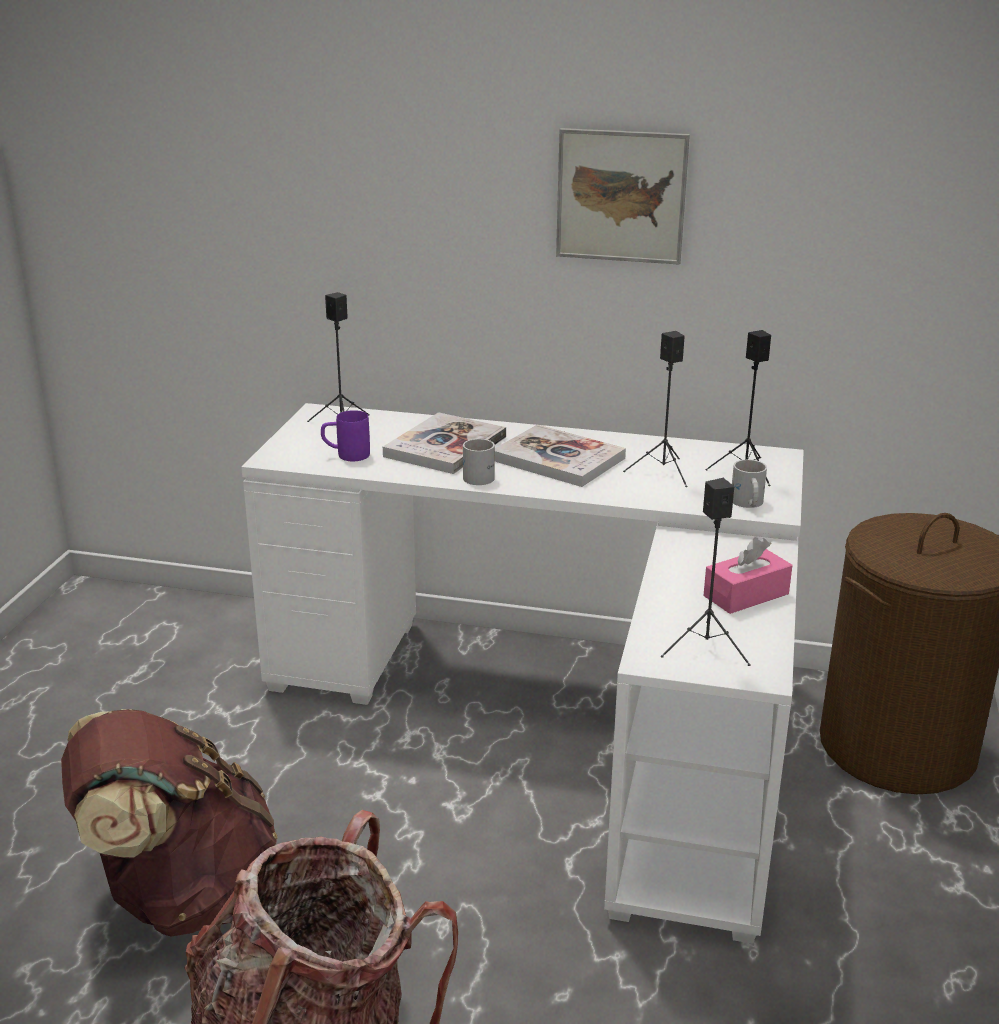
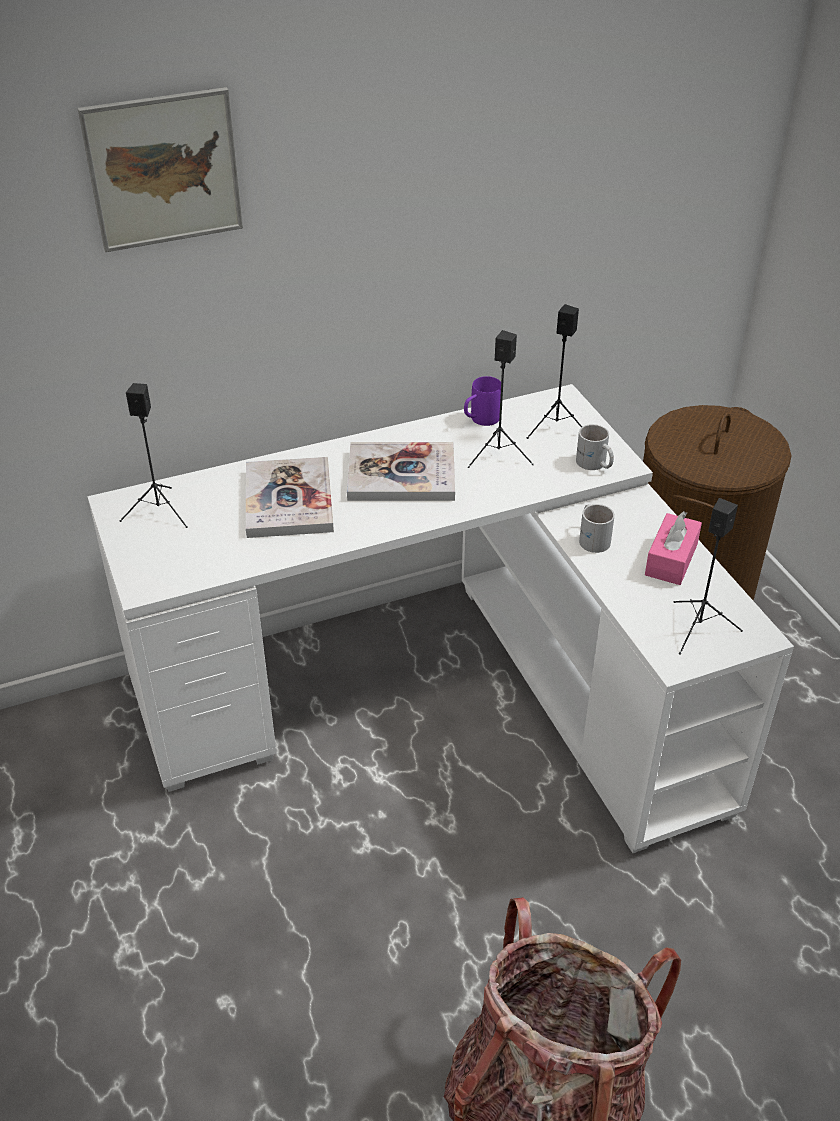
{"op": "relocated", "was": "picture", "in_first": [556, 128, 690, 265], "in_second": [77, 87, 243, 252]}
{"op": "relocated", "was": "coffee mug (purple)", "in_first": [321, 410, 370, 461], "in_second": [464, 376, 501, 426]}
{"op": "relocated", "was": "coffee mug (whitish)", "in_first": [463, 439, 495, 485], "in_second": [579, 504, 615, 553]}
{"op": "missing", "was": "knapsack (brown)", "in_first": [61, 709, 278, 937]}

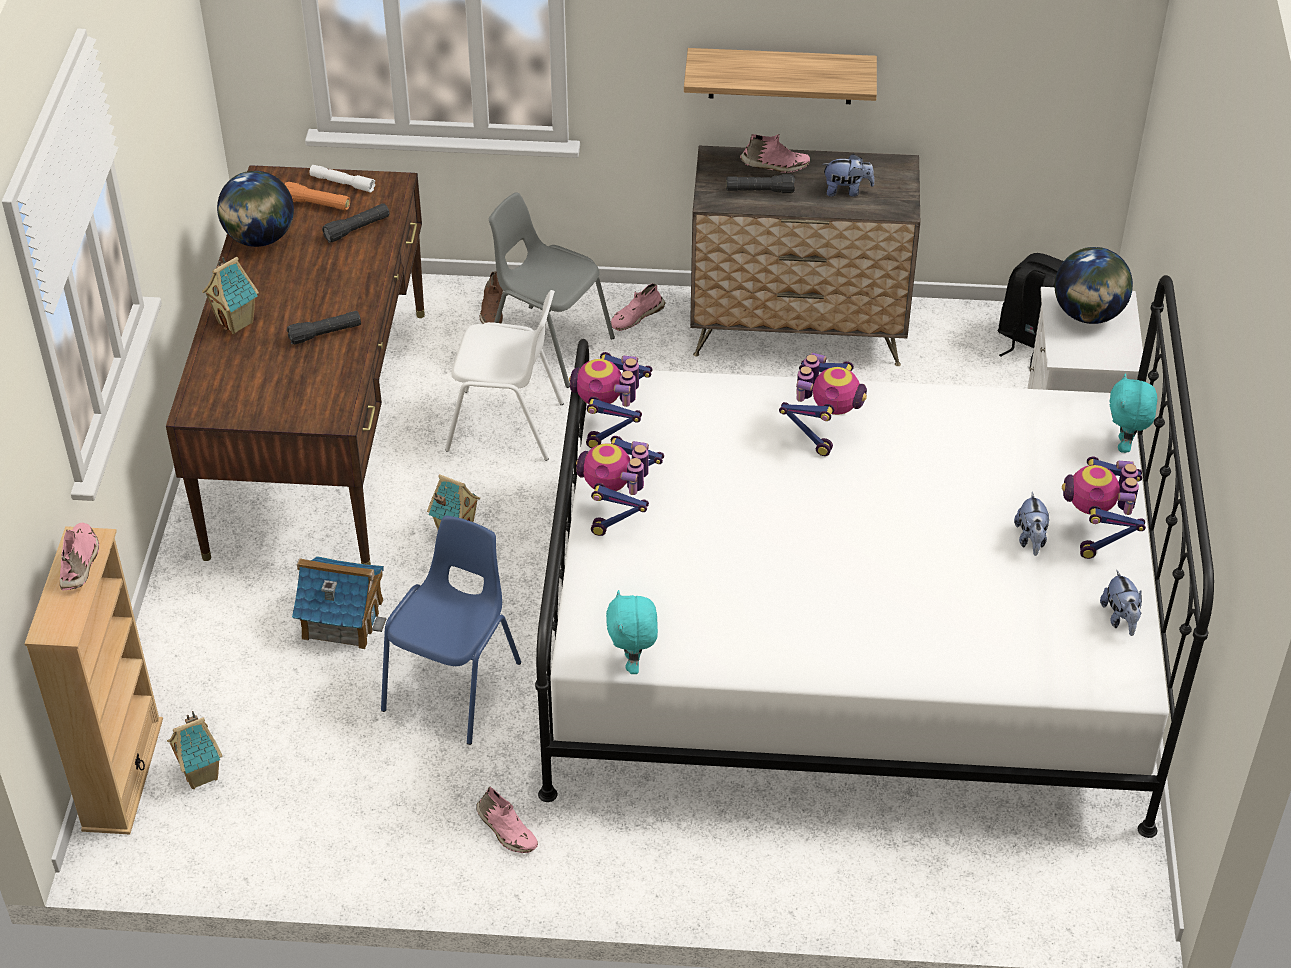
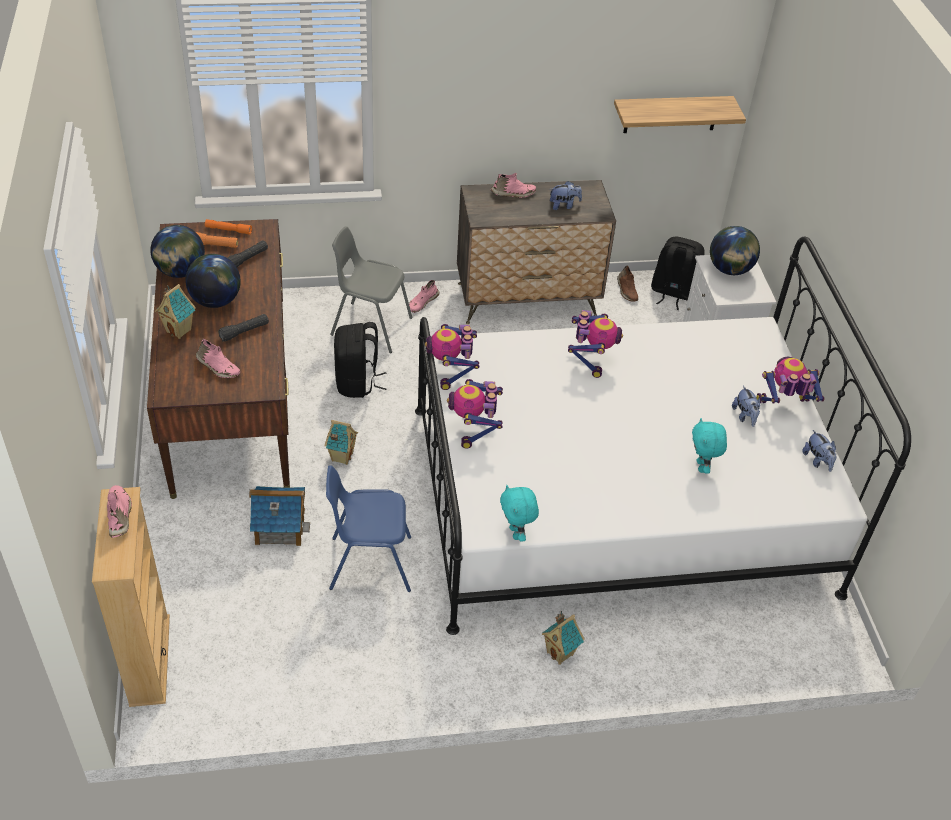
{"op": "appeared", "now": "world globe", "in_second": [185, 254, 241, 308]}
{"op": "relocated", "was": "low shoe (pink)", "in_first": [477, 787, 538, 853], "in_second": [196, 338, 240, 378]}
{"op": "colour", "was": "flashlight (whitish)", "now": "flashlight (orange)", "in_first": [310, 165, 375, 193], "in_second": [205, 219, 252, 235]}
{"op": "spun", "was": "chair (bluish)", "in_first": [381, 516, 521, 745], "in_second": [326, 465, 411, 592], "clockwise": -105}
{"op": "exchanged", "was": "chair (whitish)", "now": "knapsack (black)", "in_first": [445, 290, 564, 461], "in_second": [334, 322, 387, 398]}
{"op": "relocated", "was": "miniature house", "in_first": [167, 711, 222, 789], "in_second": [542, 611, 585, 665]}
{"op": "relocated", "was": "bracket shelf", "in_first": [684, 48, 877, 104], "in_second": [614, 96, 746, 133]}
{"op": "relocated", "was": "low shoe (brown)", "in_first": [480, 271, 504, 324], "in_second": [617, 265, 638, 302]}
{"op": "relocated", "was": "plush toy (blue-green)", "in_first": [1110, 373, 1157, 453], "in_second": [692, 418, 727, 474]}
{"op": "spun", "was": "toy robot", "in_first": [1062, 457, 1146, 559], "in_second": [756, 357, 825, 403], "clockwise": 90}
{"op": "missing", "was": "flashlight (black)", "in_first": [726, 174, 795, 193]}

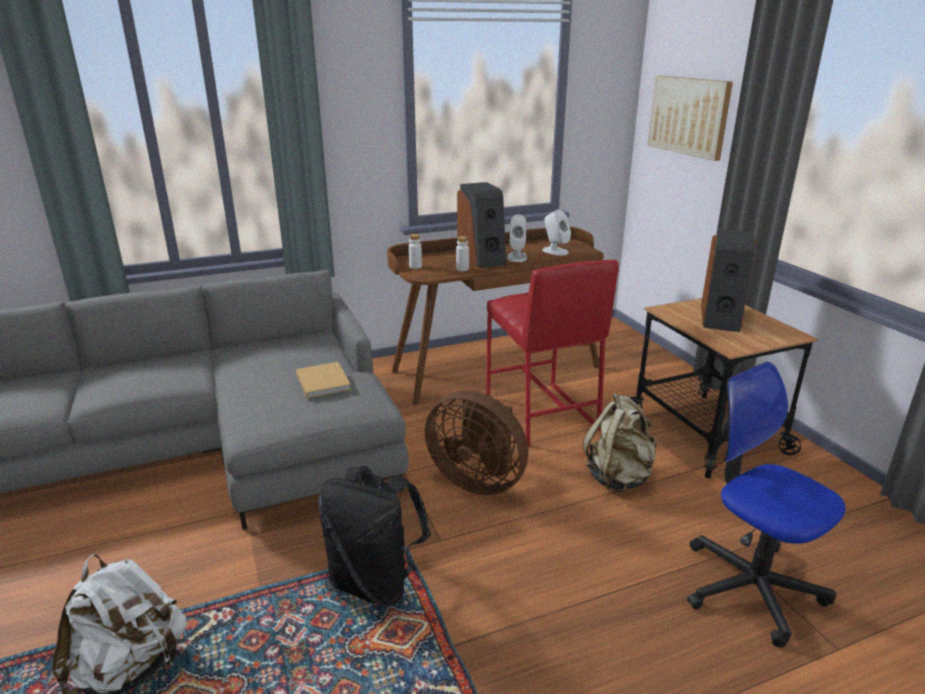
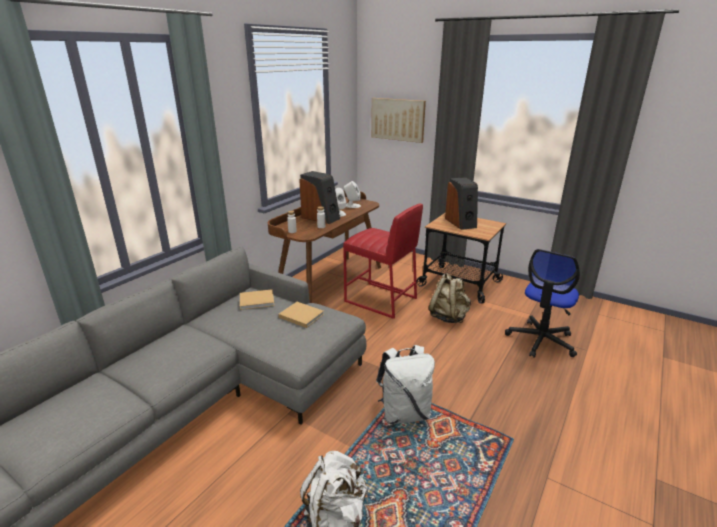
{"op": "appeared", "now": "volume (beige)", "in_second": [240, 289, 274, 310]}
{"op": "colour", "was": "knapsack (black)", "now": "knapsack (whitish)", "in_first": [318, 466, 431, 606], "in_second": [376, 345, 435, 424]}
{"op": "spun", "was": "office chair", "in_first": [687, 362, 846, 647], "in_second": [505, 249, 580, 358], "clockwise": -75}
{"op": "missing", "was": "fan (brown)", "in_first": [425, 391, 528, 495]}

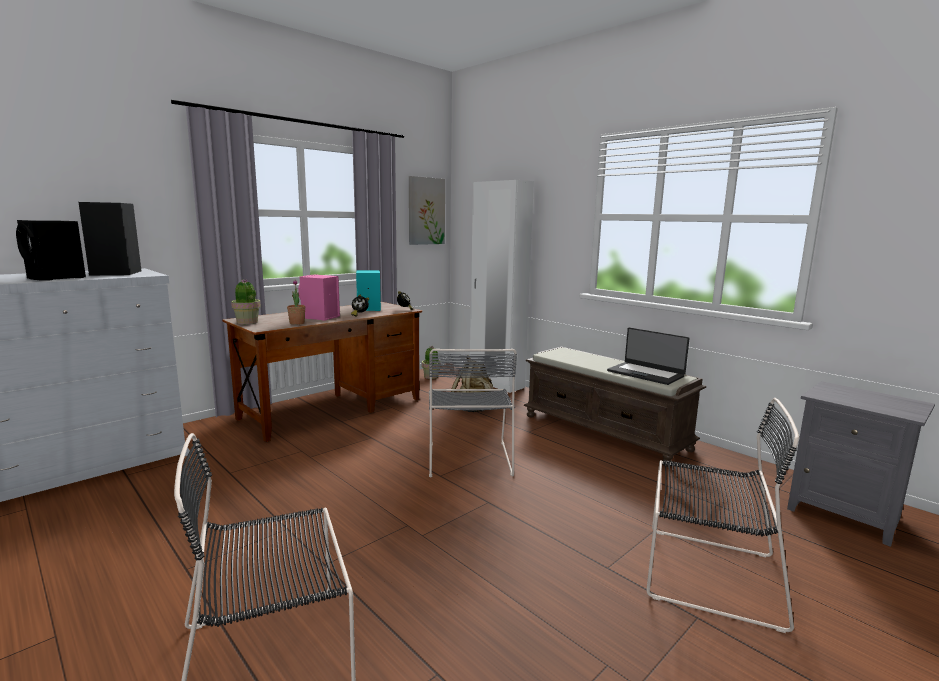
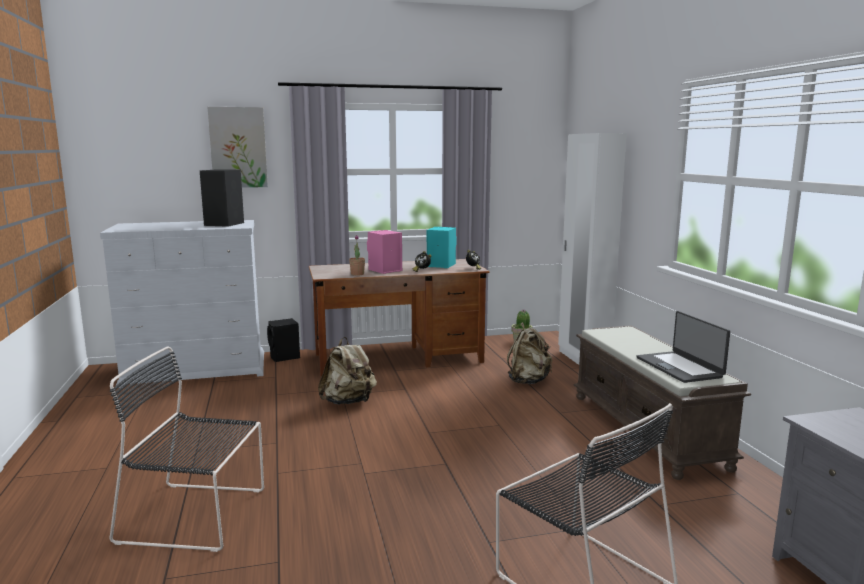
{"op": "relocated", "was": "picture", "in_first": [409, 176, 445, 245], "in_second": [208, 107, 268, 188]}
{"op": "relocated", "was": "speaker (black)", "in_first": [16, 220, 86, 281], "in_second": [267, 318, 300, 362]}
{"op": "appeared", "now": "knapsack (beige)", "in_second": [318, 337, 377, 405]}
{"op": "missing", "was": "houseplant", "in_first": [231, 279, 261, 324]}
{"op": "missing", "was": "chair (gray)", "in_first": [429, 349, 517, 478]}

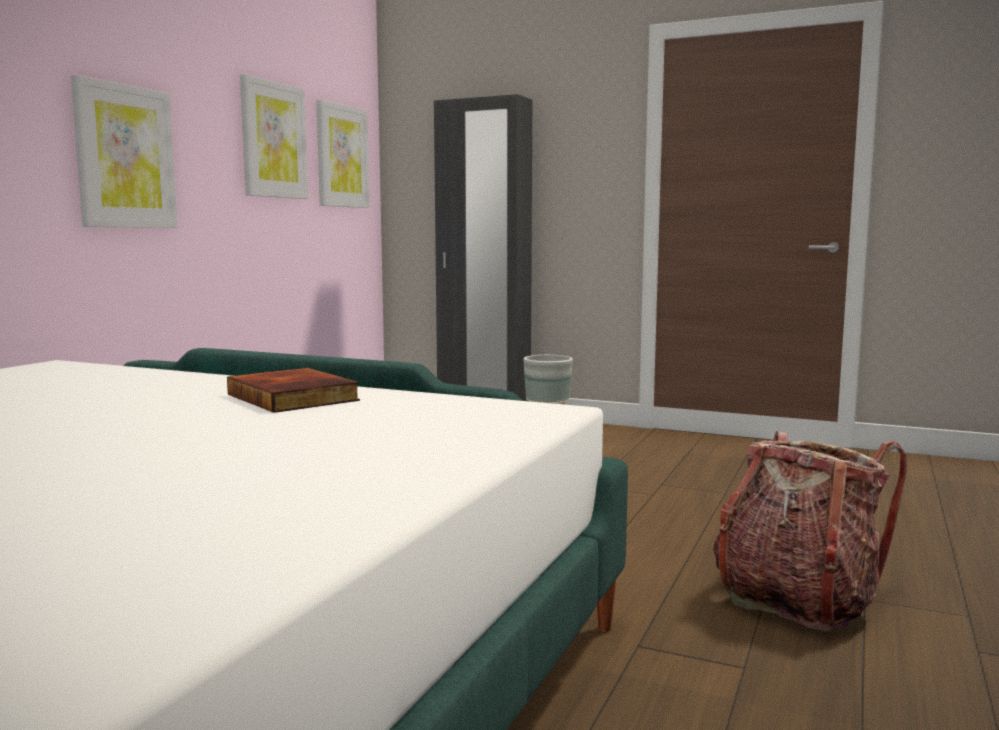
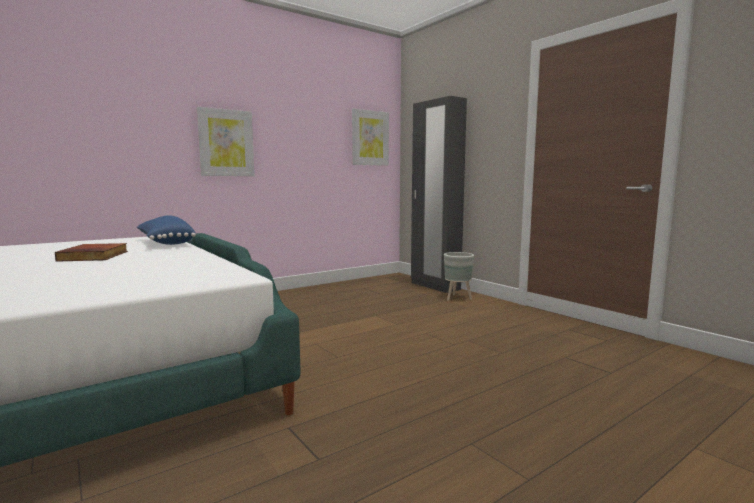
{"op": "relocated", "was": "volume", "in_first": [227, 368, 360, 413], "in_second": [55, 243, 128, 262]}
{"op": "appeared", "now": "pillow (bluish)", "in_second": [137, 215, 196, 245]}
{"op": "missing", "was": "picture", "in_first": [240, 74, 308, 199]}
{"op": "missing", "was": "knapsack", "in_first": [713, 431, 907, 631]}

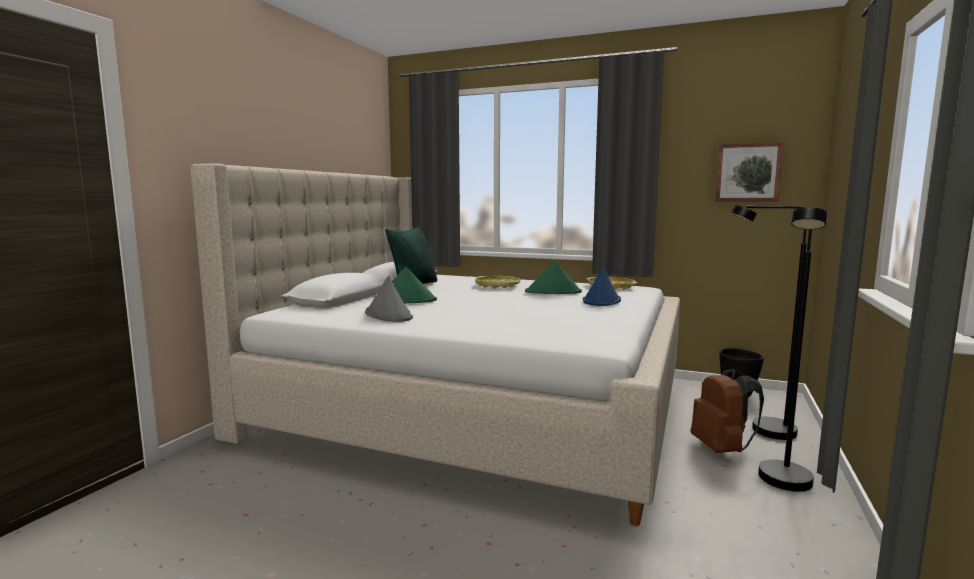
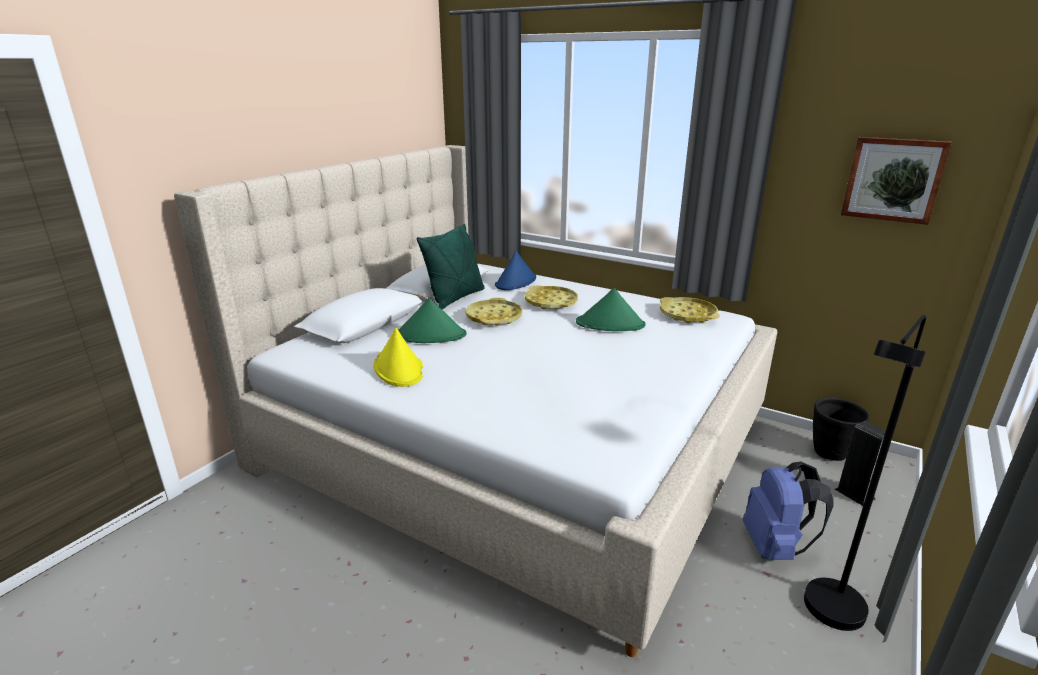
{"op": "colour", "was": "wearable hat (gray)", "now": "wearable hat (yellow-coloured)", "in_first": [365, 276, 413, 322], "in_second": [374, 328, 423, 387]}
{"op": "appeared", "now": "carrying tray (yellow-coloured)", "in_second": [465, 298, 522, 326]}
{"op": "relocated", "was": "wearable hat (bluish)", "in_first": [583, 266, 621, 306], "in_second": [495, 251, 536, 290]}
{"op": "colour", "was": "knapsack (brown)", "now": "knapsack (bluish)", "in_first": [691, 369, 764, 453], "in_second": [743, 461, 834, 560]}
{"op": "appeared", "now": "speaker", "in_second": [835, 421, 886, 506]}
{"op": "missing", "was": "standing lamp (black)", "in_first": [731, 205, 807, 440]}

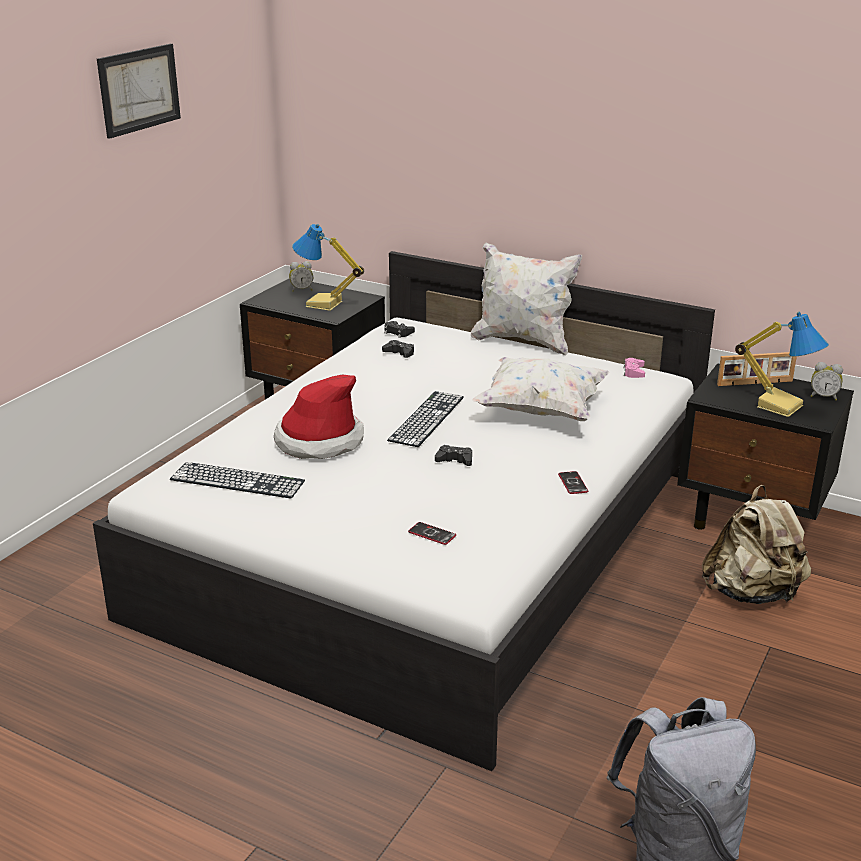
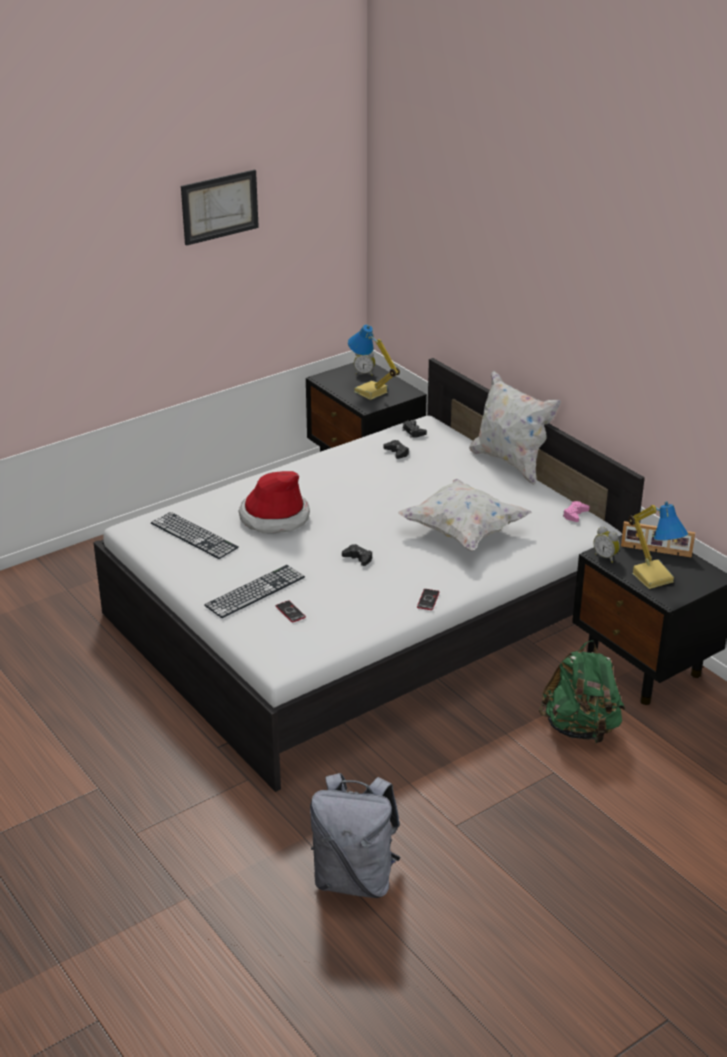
{"op": "relocated", "was": "keyboard", "in_first": [387, 391, 464, 447], "in_second": [204, 565, 305, 618]}
{"op": "colour", "was": "knapsack (beige)", "now": "knapsack (green)", "in_first": [702, 485, 811, 604], "in_second": [539, 640, 625, 743]}
{"op": "relocated", "was": "alarm clock", "in_first": [811, 362, 843, 401], "in_second": [593, 526, 620, 563]}

